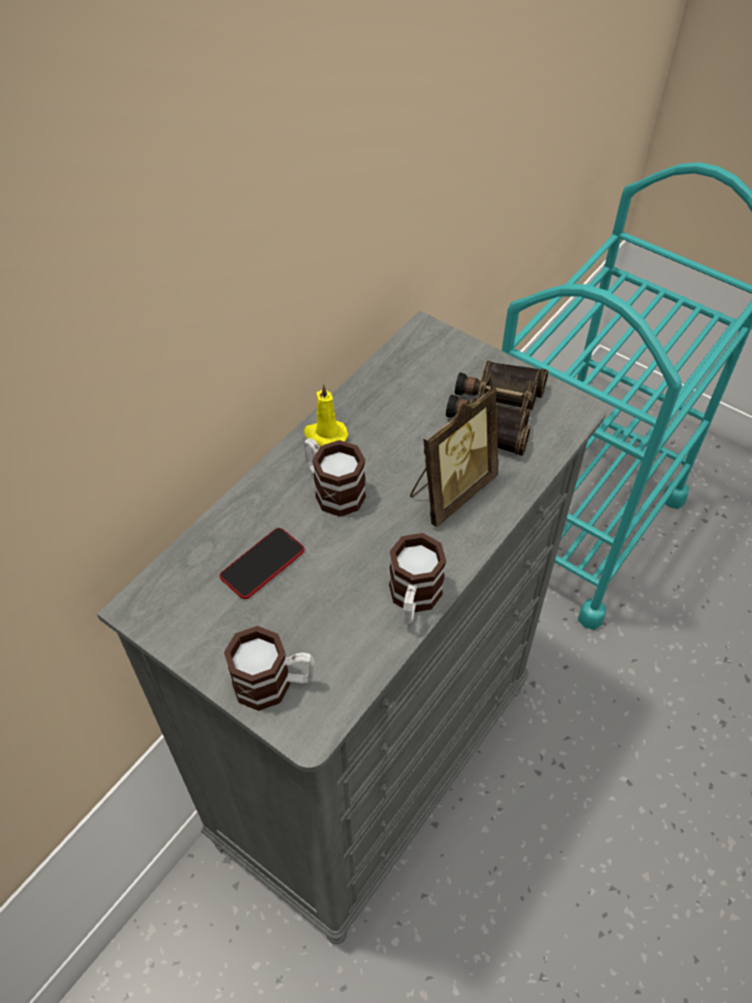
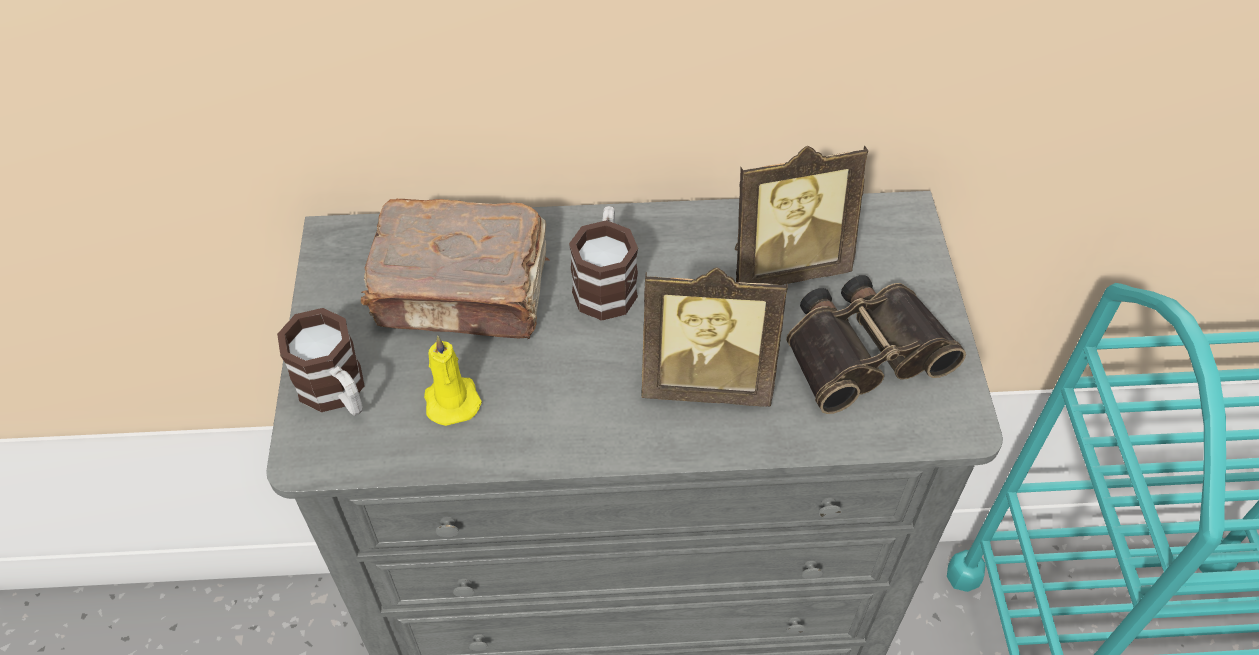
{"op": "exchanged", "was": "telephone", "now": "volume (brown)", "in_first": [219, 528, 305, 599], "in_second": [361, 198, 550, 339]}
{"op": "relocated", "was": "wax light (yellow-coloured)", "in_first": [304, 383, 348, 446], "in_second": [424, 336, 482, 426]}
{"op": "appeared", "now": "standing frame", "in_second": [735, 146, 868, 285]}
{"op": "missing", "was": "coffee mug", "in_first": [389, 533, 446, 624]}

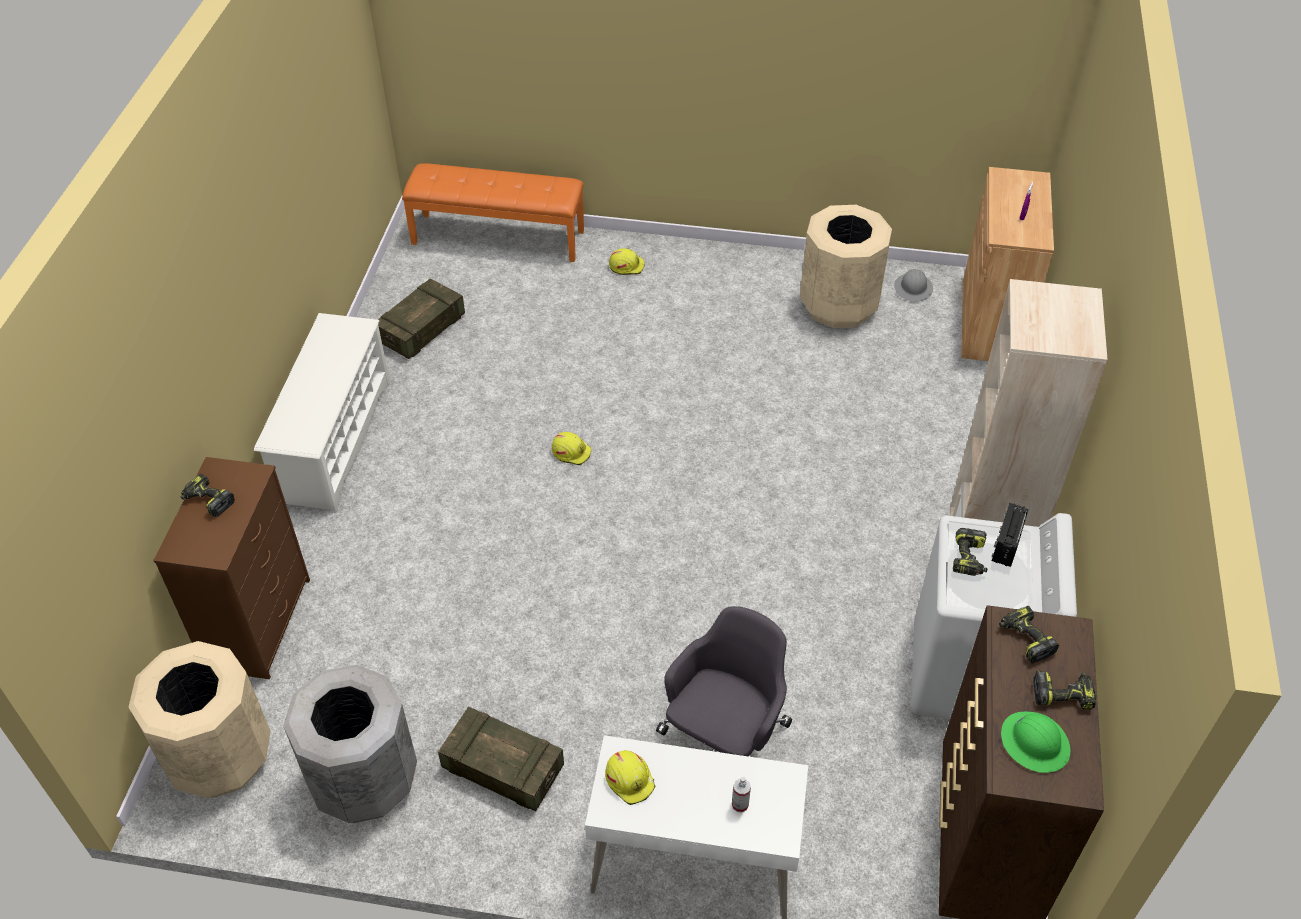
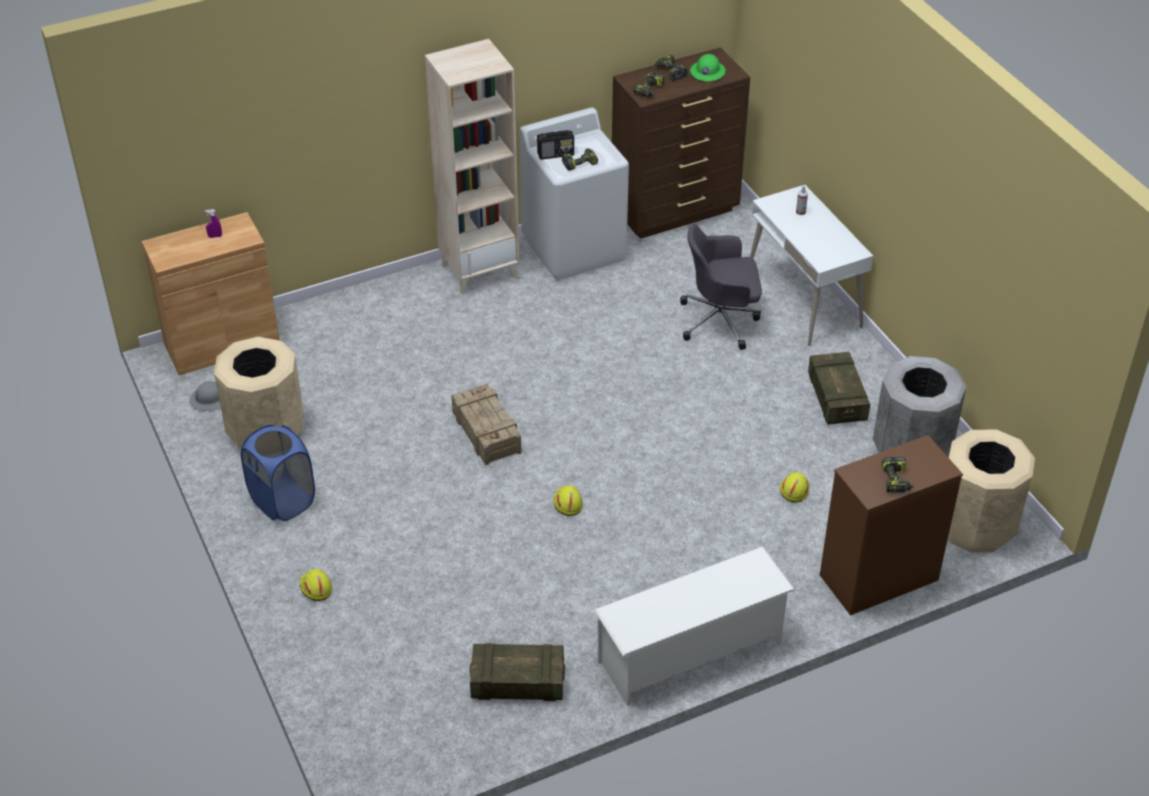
{"op": "appeared", "now": "hamper (bluish)", "in_second": [241, 425, 315, 521]}
{"op": "appeared", "now": "crate", "in_second": [451, 384, 521, 466]}
{"op": "relocated", "was": "safety helmet (yellow-coloured)", "in_first": [605, 750, 655, 805], "in_second": [780, 472, 809, 502]}
{"op": "missing", "was": "bench (orange)", "in_first": [402, 163, 584, 262]}

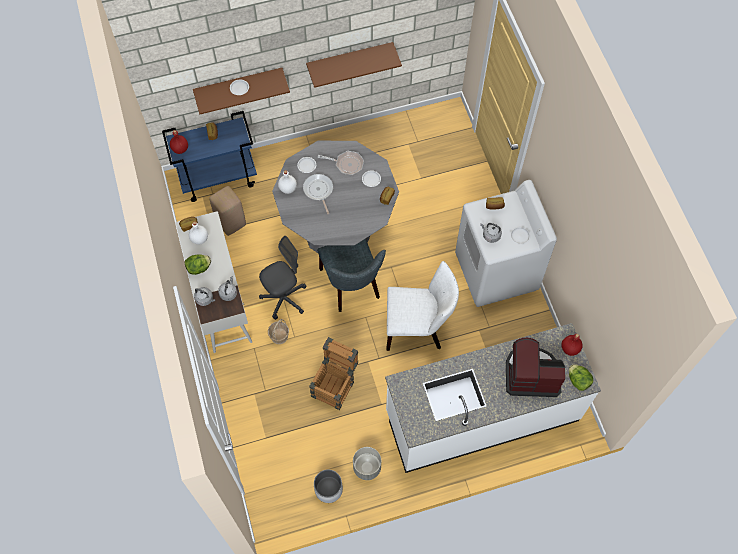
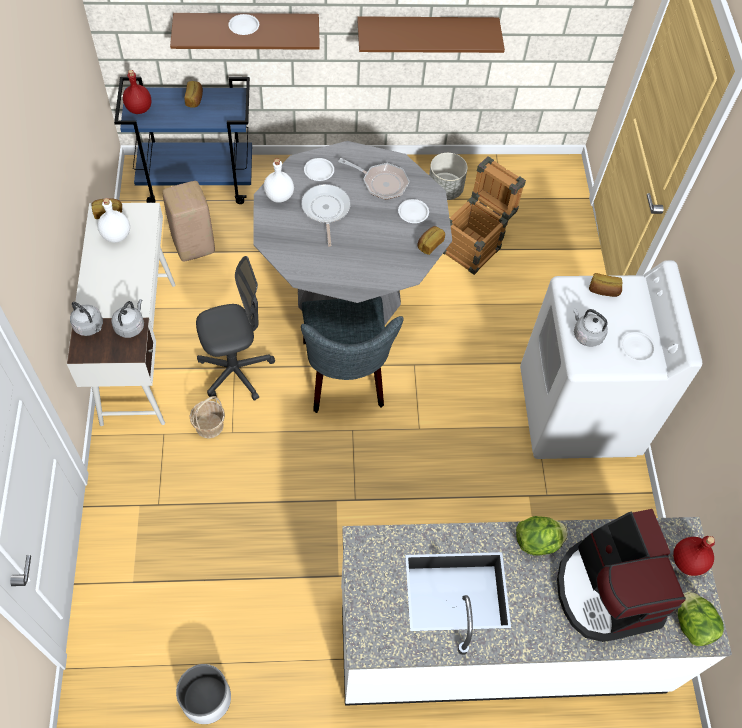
{"op": "relocated", "was": "planter (gray)", "in_first": [353, 447, 381, 480], "in_second": [429, 153, 468, 200]}
{"op": "relocated", "was": "crate", "in_first": [309, 337, 358, 410], "in_second": [443, 156, 526, 275]}
{"op": "relocated", "was": "lettuce head", "in_first": [185, 254, 211, 275], "in_second": [516, 516, 568, 556]}
{"op": "spun", "was": "coffee brewer", "in_first": [506, 338, 566, 397], "in_second": [557, 509, 686, 642], "clockwise": -120}
{"op": "missing", "was": "chair (whitish)", "in_first": [386, 261, 459, 351]}

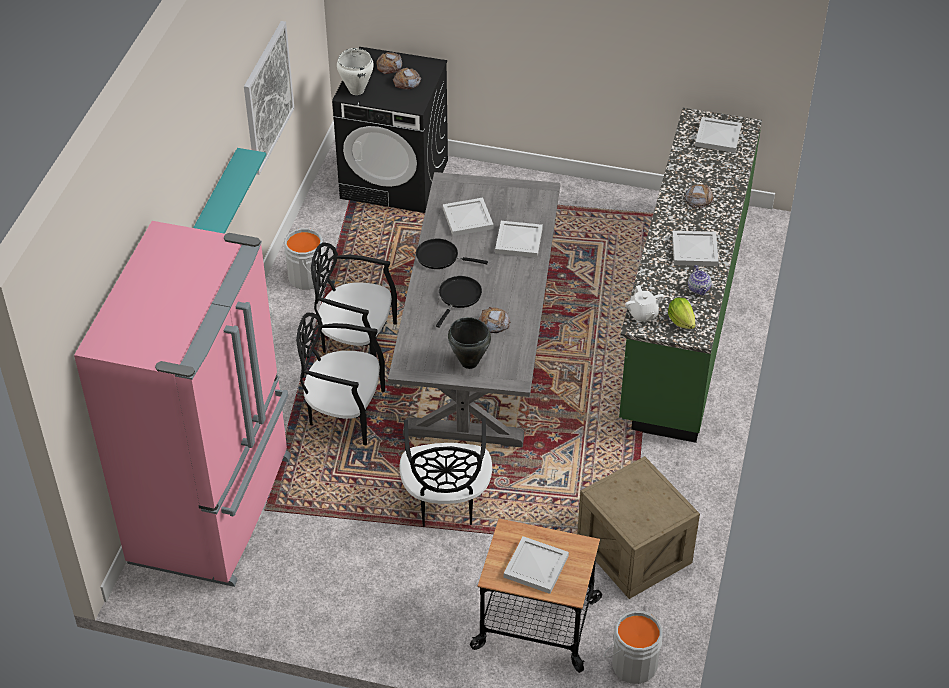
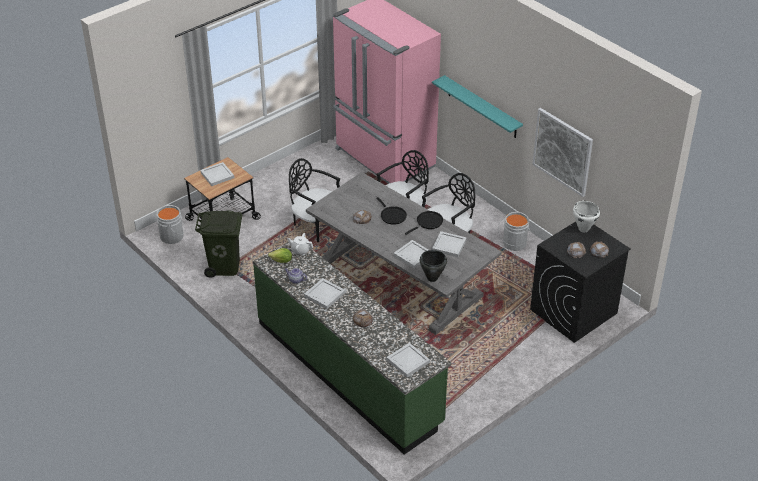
{"op": "exchanged", "was": "crate", "now": "trash can (green)", "in_first": [577, 456, 700, 599], "in_second": [195, 210, 242, 278]}
{"op": "relocated", "was": "saucepot (black)", "in_first": [448, 317, 491, 369], "in_second": [420, 250, 447, 282]}

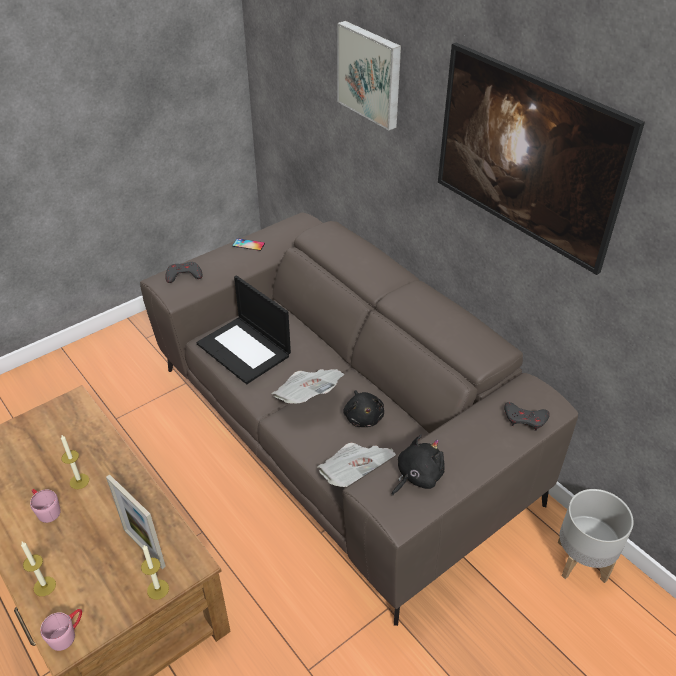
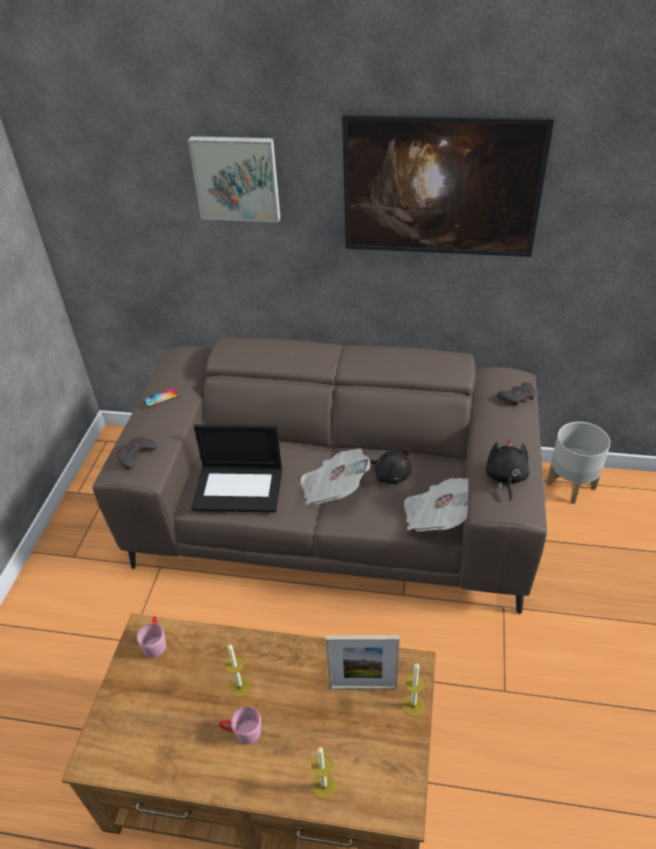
{"op": "relocated", "was": "coffee mug (pink)", "in_first": [40, 609, 82, 651], "in_second": [137, 616, 166, 657]}

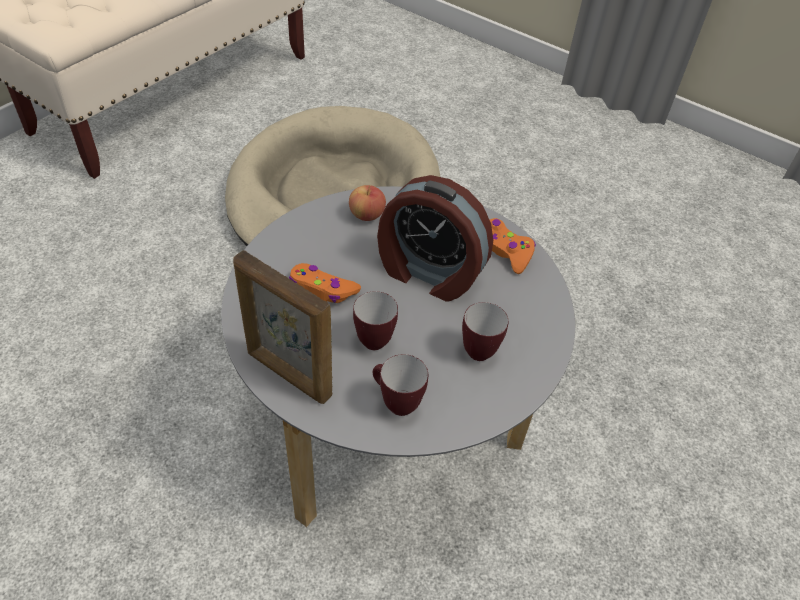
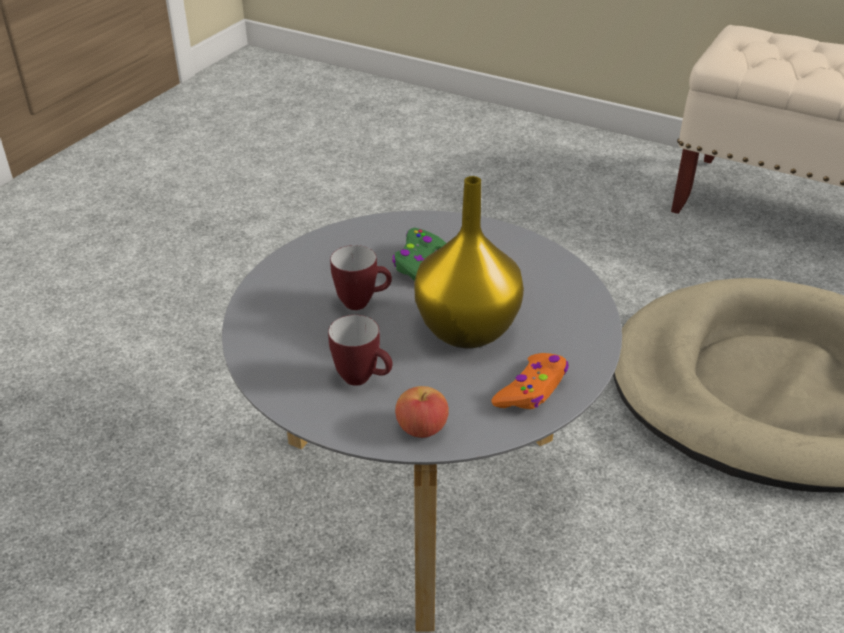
{"op": "colour", "was": "joypad (orange)", "now": "joypad (green)", "in_first": [289, 263, 361, 303], "in_second": [392, 228, 446, 281]}
{"op": "relocated", "was": "whole apple", "in_first": [349, 185, 386, 221], "in_second": [395, 386, 449, 438]}
{"op": "exchanged", "was": "alarm clock", "now": "vase (yellow-coloured)", "in_first": [377, 175, 493, 302], "in_second": [414, 176, 524, 349]}
{"op": "missing", "was": "standing frame", "in_first": [233, 250, 332, 404]}
{"op": "missing", "was": "coffee mug", "in_first": [373, 354, 428, 416]}

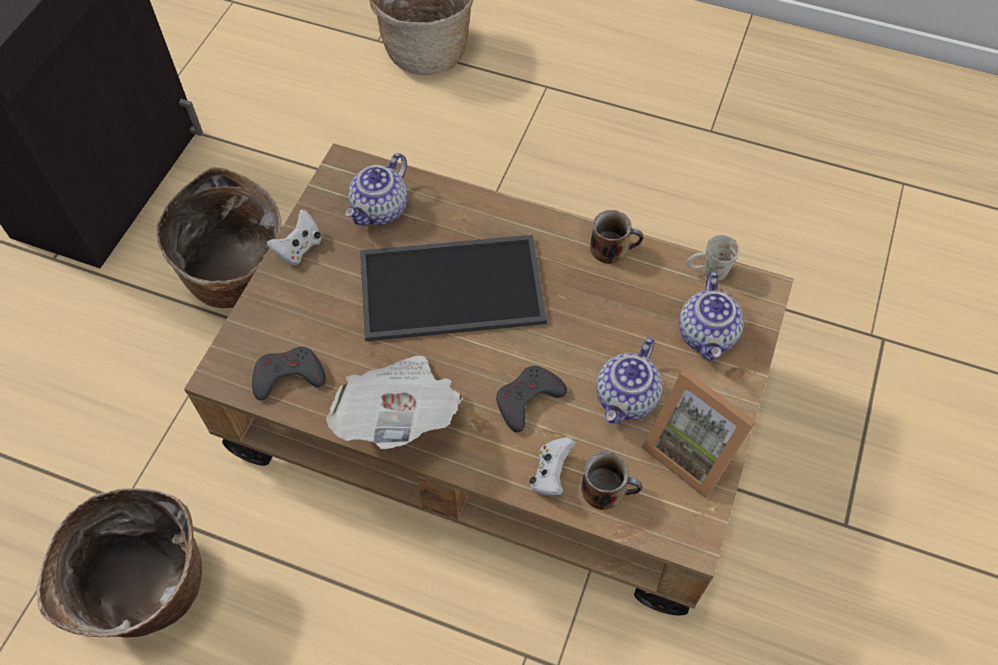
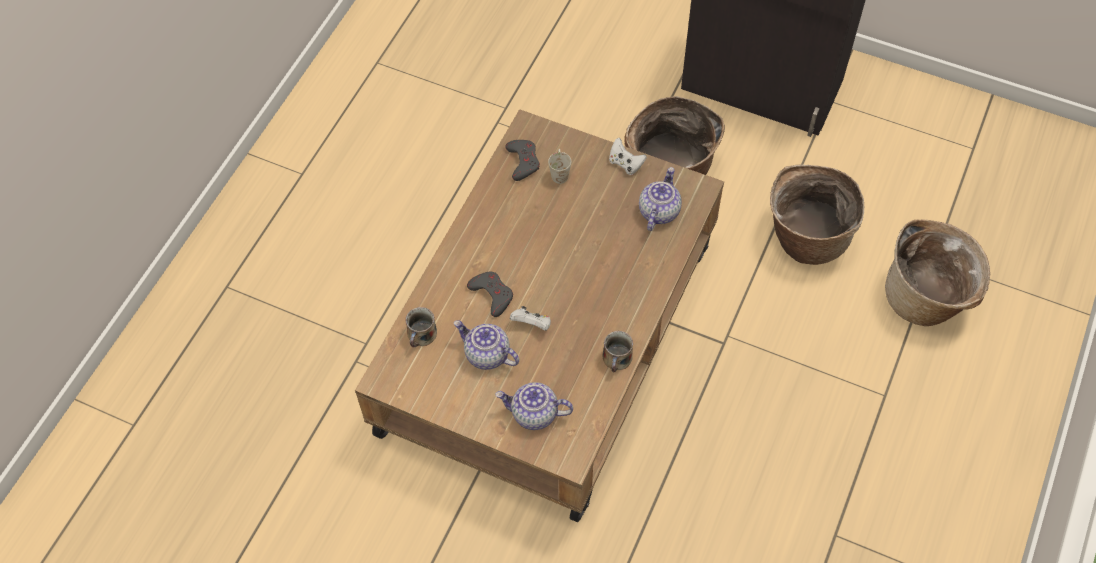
{"op": "relocated", "was": "joypad (whitish)", "in_first": [529, 437, 576, 495], "in_second": [510, 306, 551, 331]}
{"op": "relocated", "was": "coffee mug (whitish)", "in_first": [686, 235, 740, 280], "in_second": [548, 149, 571, 184]}
{"op": "spun", "was": "teapot", "in_first": [345, 153, 407, 226], "in_second": [639, 167, 682, 231], "clockwise": 75}
{"op": "relocated", "was": "storage basket", "in_first": [36, 488, 202, 638], "in_second": [770, 165, 864, 265]}
{"op": "missing", "was": "newspaper", "in_first": [326, 355, 463, 449]}
{"op": "missing", "was": "carrying tray", "in_first": [360, 235, 547, 342]}
{"op": "missing", "was": "standing frame", "in_first": [642, 369, 756, 498]}

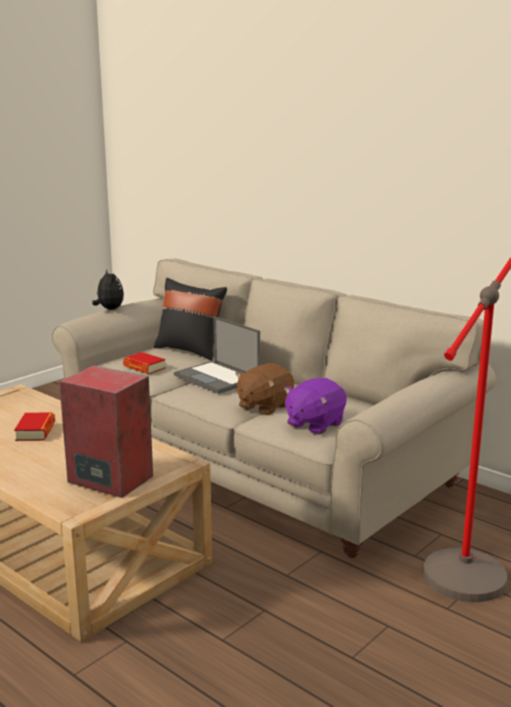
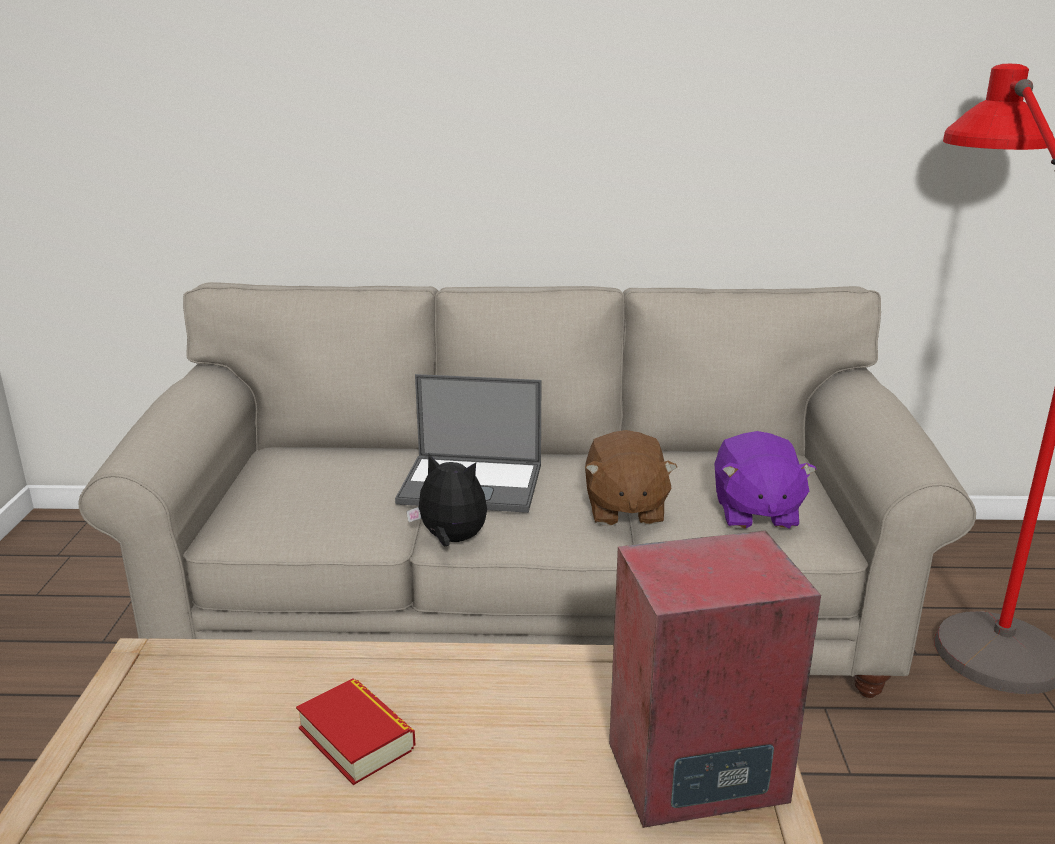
{"op": "relocated", "was": "plush toy", "in_first": [92, 269, 124, 310], "in_second": [406, 454, 487, 547]}
{"op": "missing", "was": "volume", "in_first": [123, 352, 166, 374]}
{"op": "missing", "was": "pillow (black)", "in_first": [154, 278, 227, 361]}

